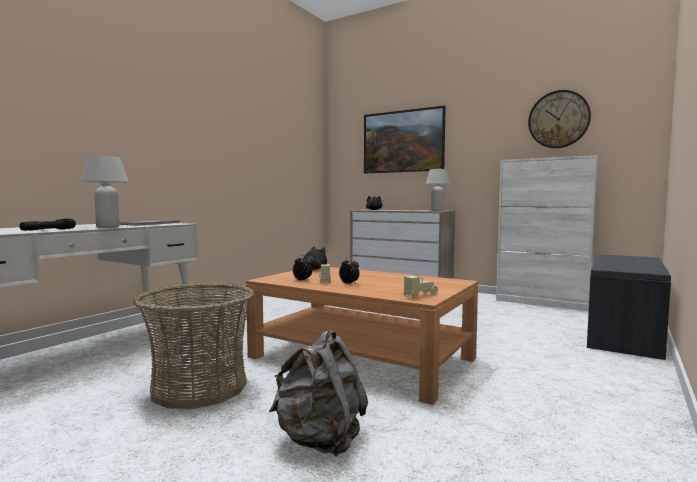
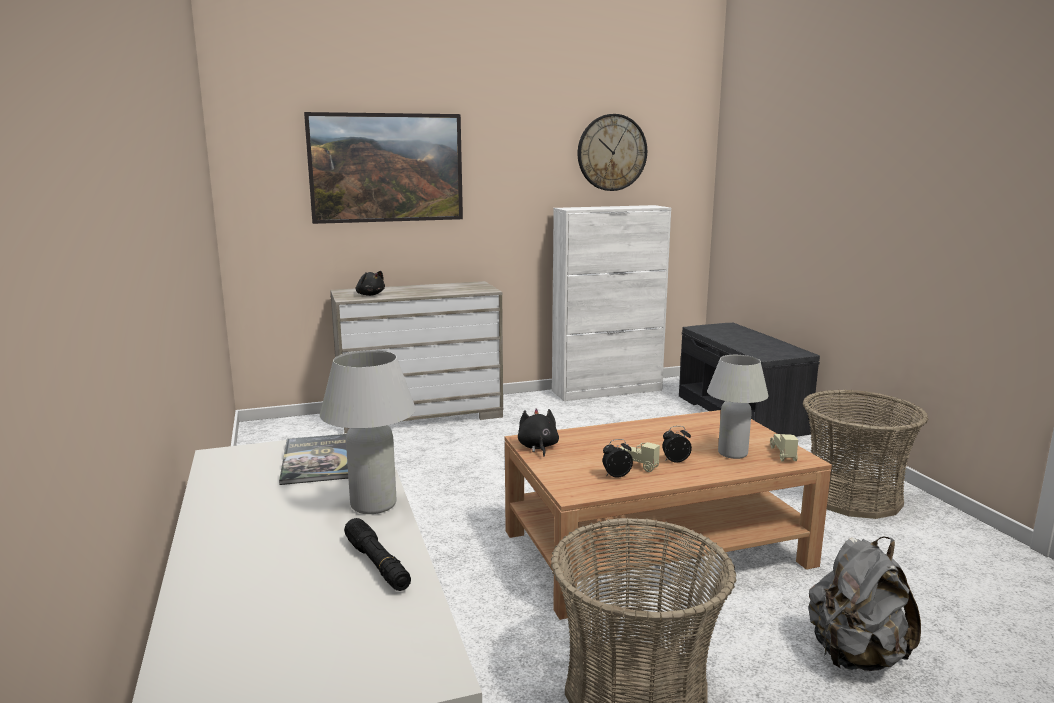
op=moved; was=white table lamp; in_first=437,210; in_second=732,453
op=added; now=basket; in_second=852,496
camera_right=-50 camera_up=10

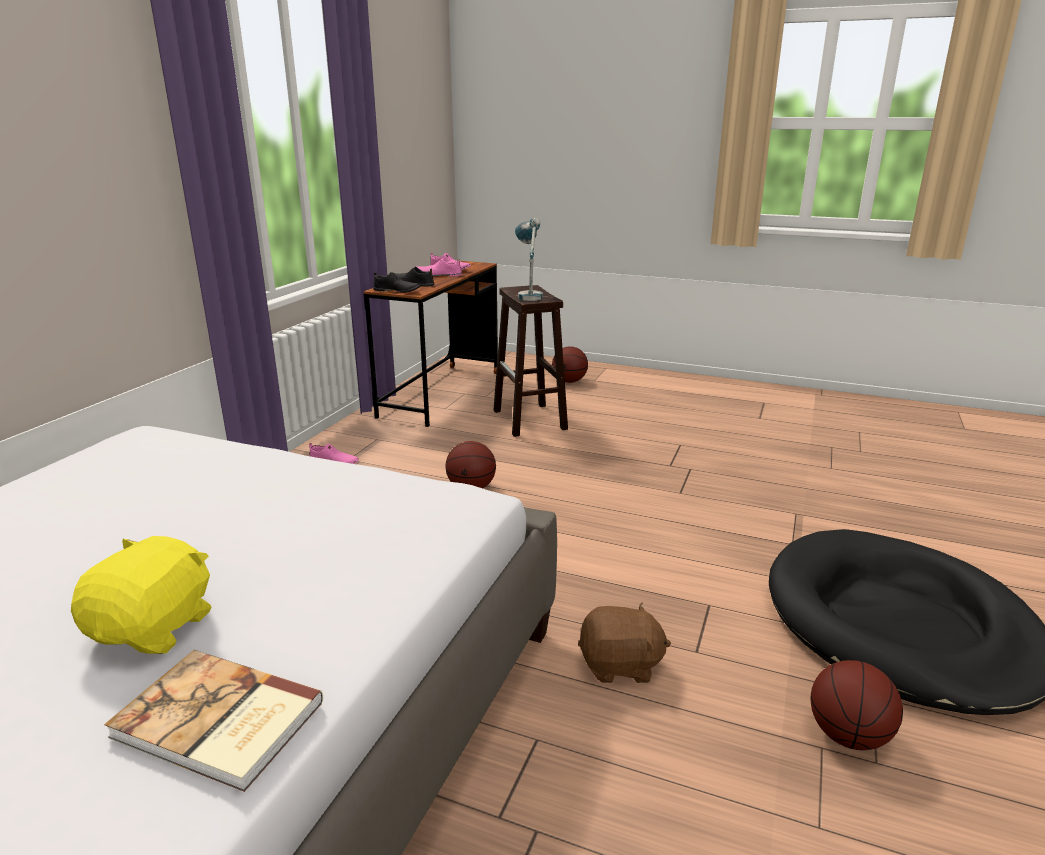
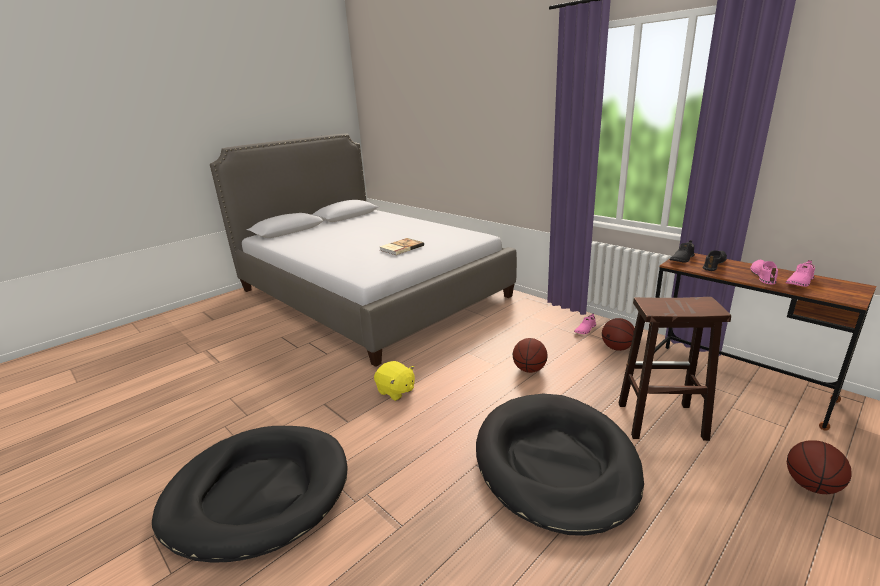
op=moved; was=yellow plush toy; in_first=156,628; in_second=396,391
op=moved; was=book; in_first=217,722; in_second=401,248
op=removed; was=table lamp; in_first=528,295
op=removed; was=brown plush toy; in_first=620,665
op=moved; was=basketball; in_first=848,736; in_second=617,348
op=added; now=black dog bed; in_second=555,463
camera_right=115 camera_up=0

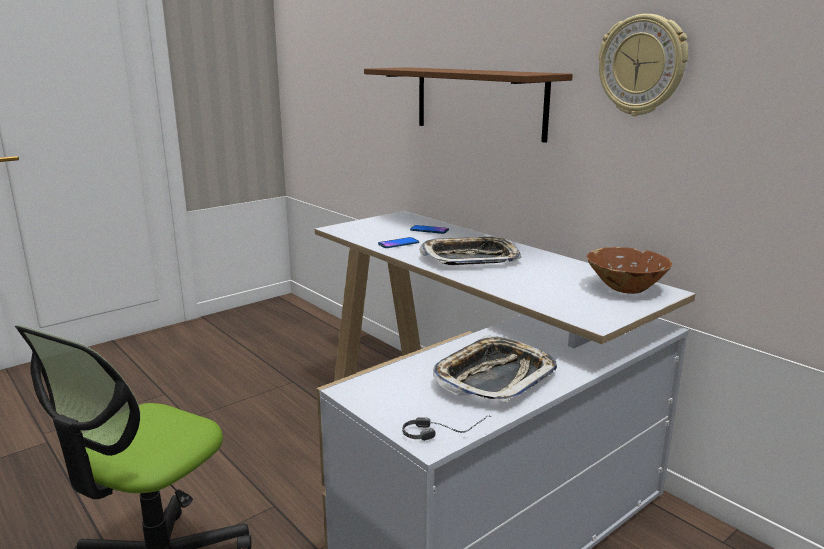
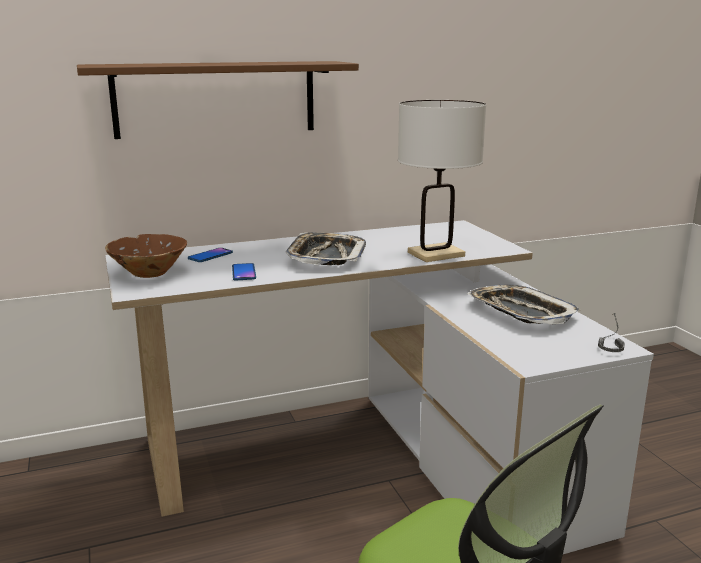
op=moved; was=brown bowl; in_first=625,288; in_second=149,273
op=removed; was=wall clock; in_first=642,65
op=added; now=white table lamp; in_second=436,254
camera_right=-70 camera_up=0

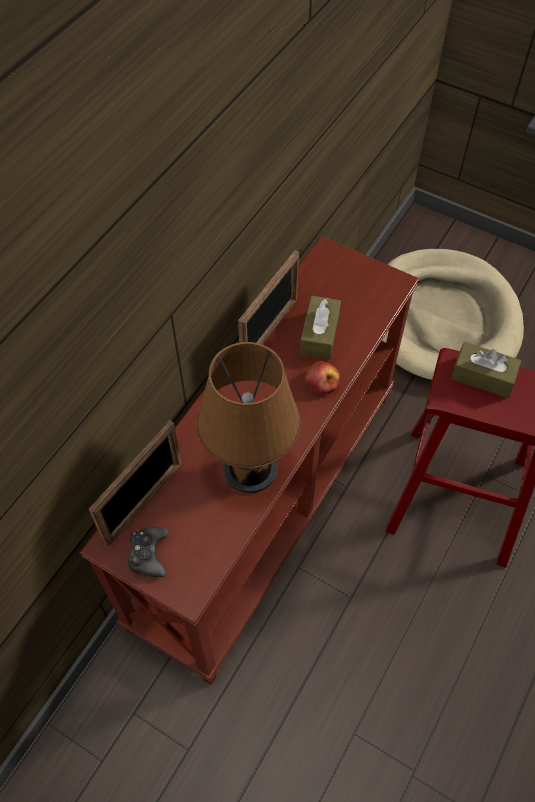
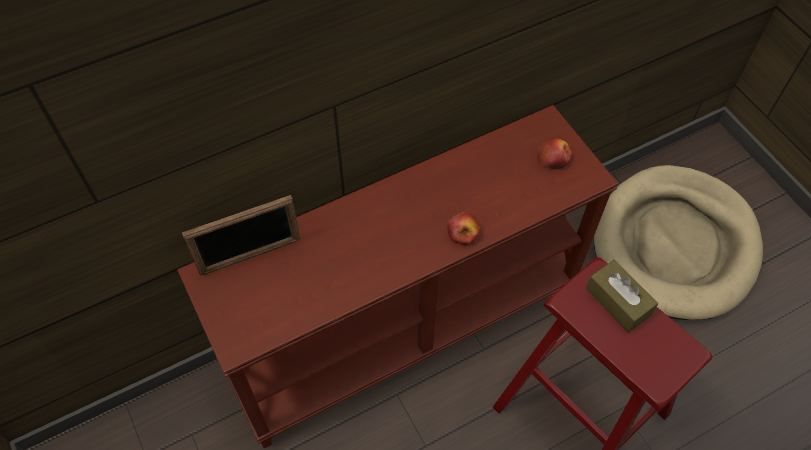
op=removed; was=black game controller; in_first=148,554
op=removed; was=brown table lamp; in_first=248,462
op=removed; was=picture frame; in_first=269,331
op=removed; was=brown tissue box; in_first=319,334
op=added; now=apple; in_second=553,158
camera_right=30 camera_up=0

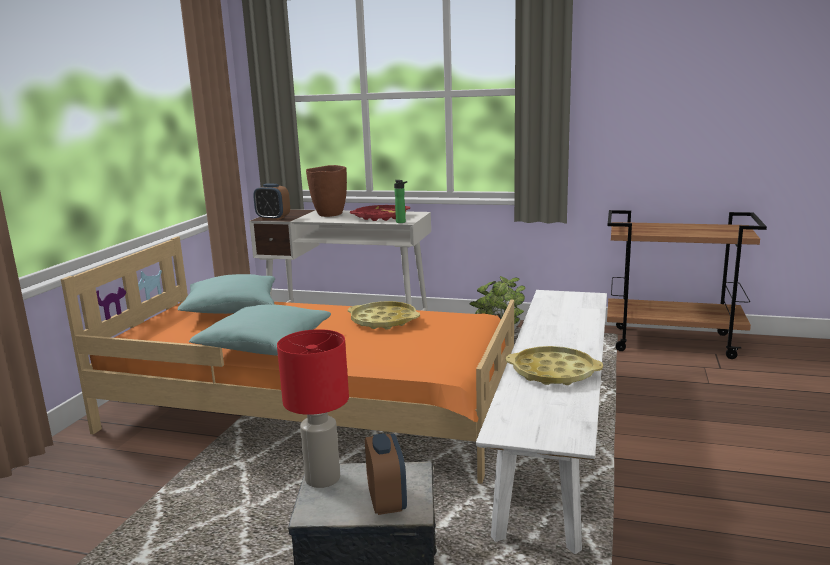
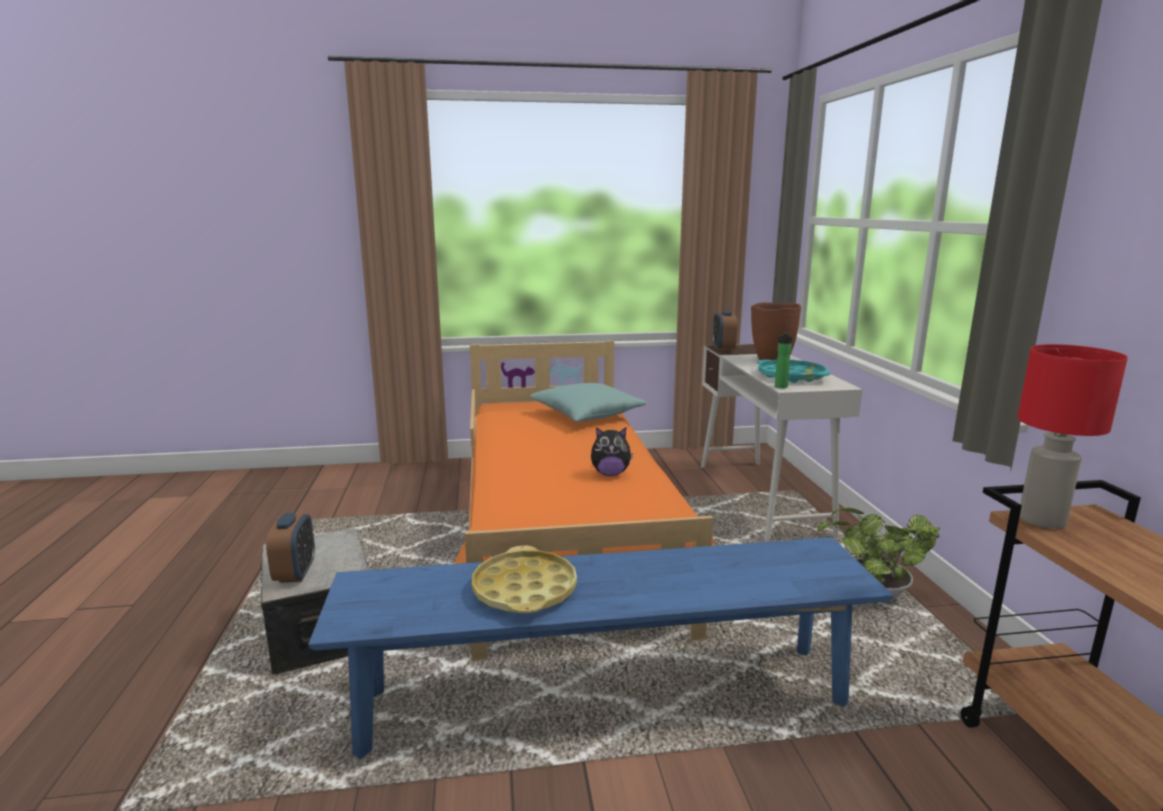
op=removed; was=turquoise pillow; in_first=265,346
op=moved; was=red table lamp; in_first=322,479; in_second=1041,520
op=replaced; was=yellow tray; now=plush toy; in_first=383,321; in_second=610,473
op=recoloured; was=red tray; now=turquoise tray; in_first=380,217; in_second=791,376
op=turned; was=alarm clock; in_first=387,502; in_second=295,573; clockwise=-60
op=recoloured; was=white bench; now=blue bench; in_first=555,438; in_second=605,698
camera_right=65 camera_up=0

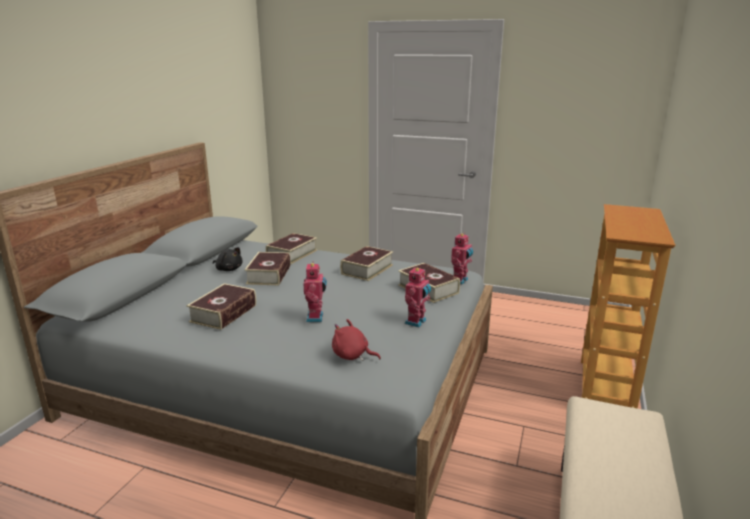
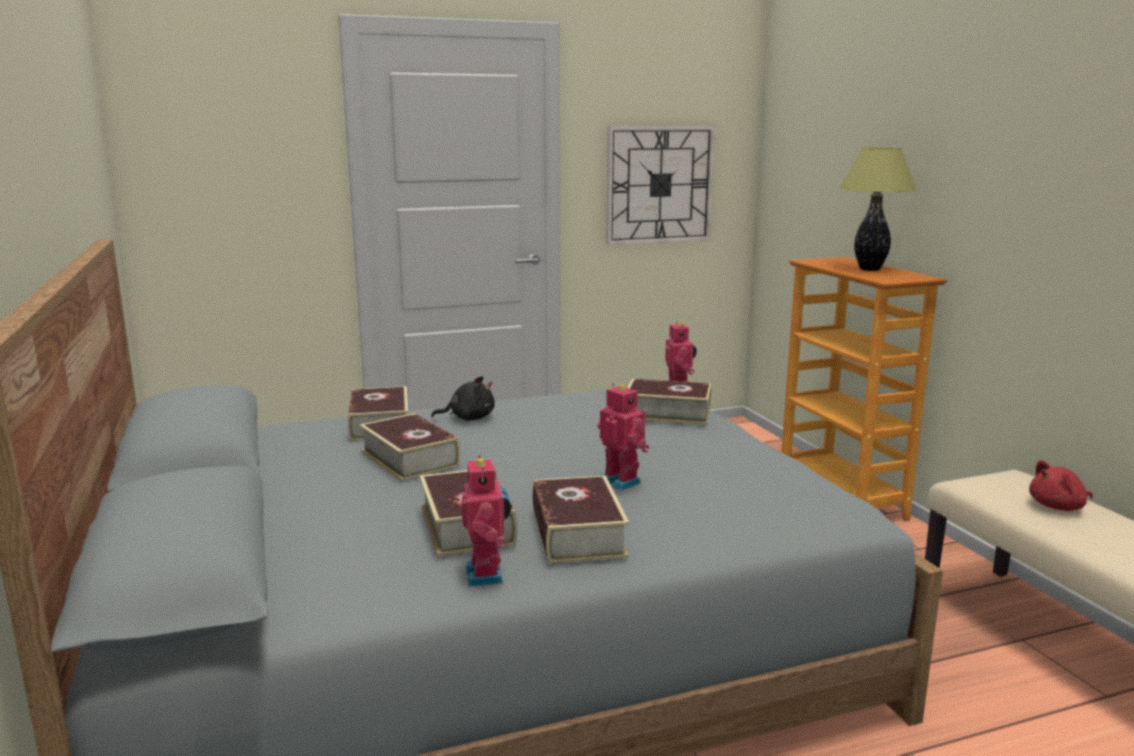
op=moved; was=black plush toy; in_first=228,269; in_second=468,418
op=moved; was=red plush toy; in_first=352,355; in_second=1058,507
op=moved; was=book; in_first=367,269; in_second=577,533
op=moved; was=toy robot; in_first=417,322; in_second=487,575
op=added; now=wall clock; in_second=659,185
op=added; now=table lamp; in_second=870,269
camera_right=-40 camera_up=-5

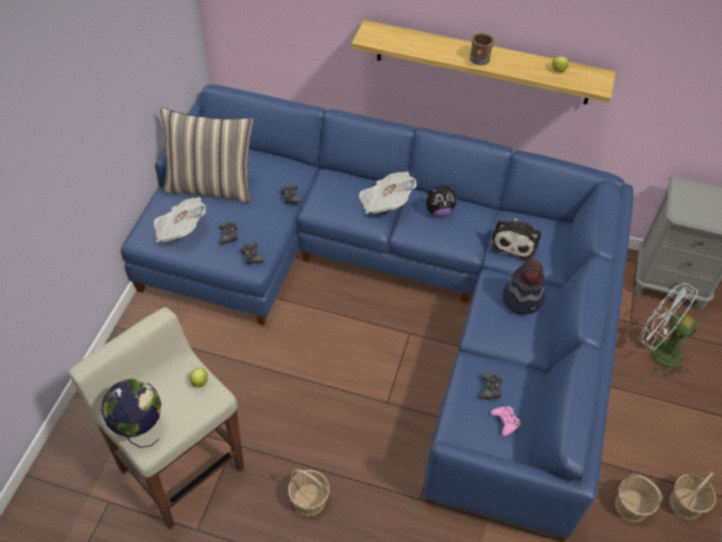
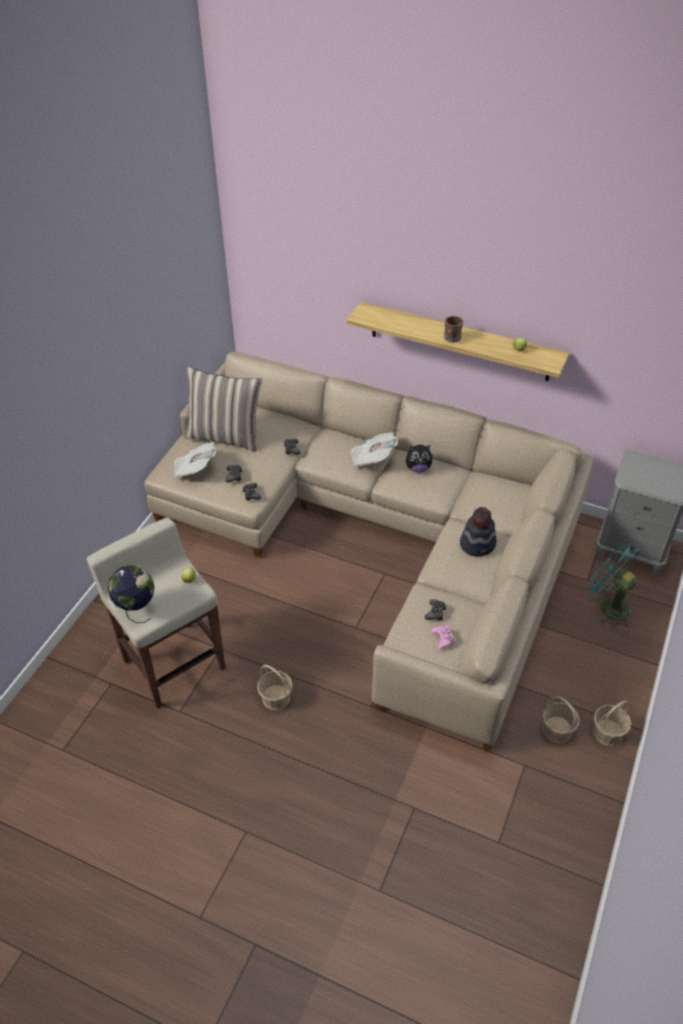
op=recoloured; was=blue sofa; now=beige sofa; in_first=396,290; in_second=379,537
op=removed; was=plush toy; in_first=514,242
op=recoloured; was=white fan; now=turquoise fan; in_first=658,351; in_second=608,606
camera_right=10 camera_up=-5

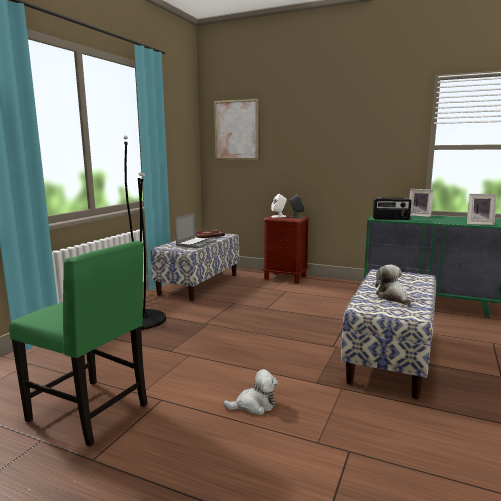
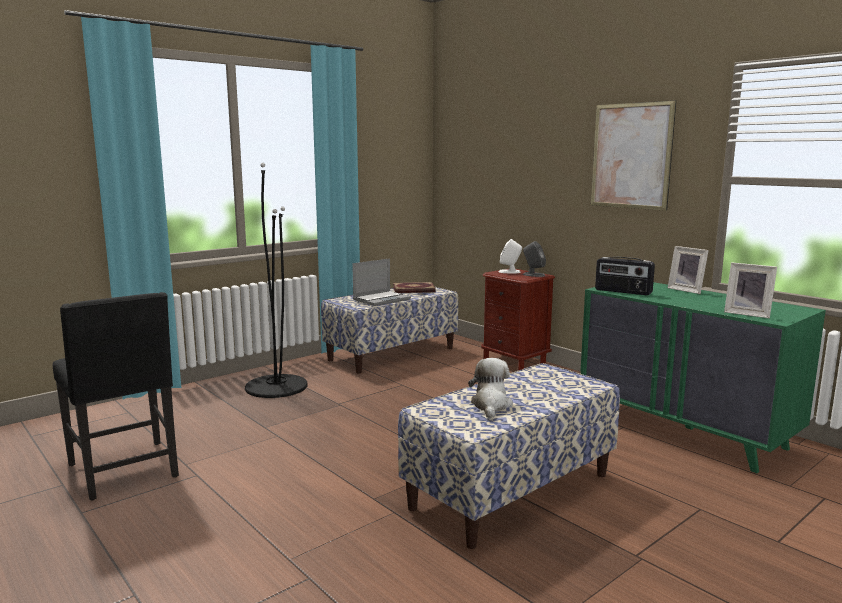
op=recoloured; was=green chair; now=black chair; in_first=92,412; in_second=126,471
op=moved; was=picture; in_first=236,130; in_second=631,156
op=removed; was=plush toy; in_first=254,405
camera_right=25 camera_up=0

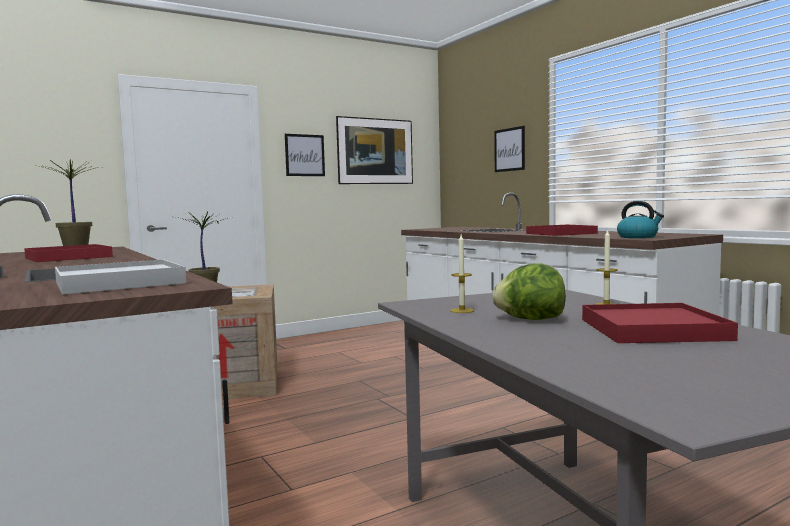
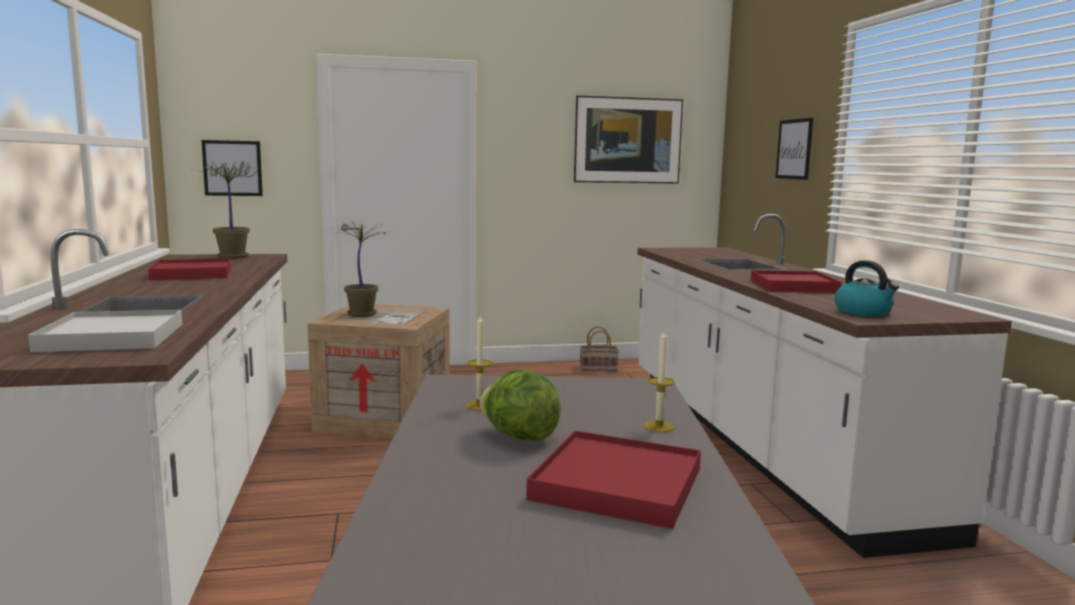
op=moved; was=picture; in_first=304,155; in_second=232,168
op=added; now=basket; in_second=599,368
camera_right=20 camera_up=5

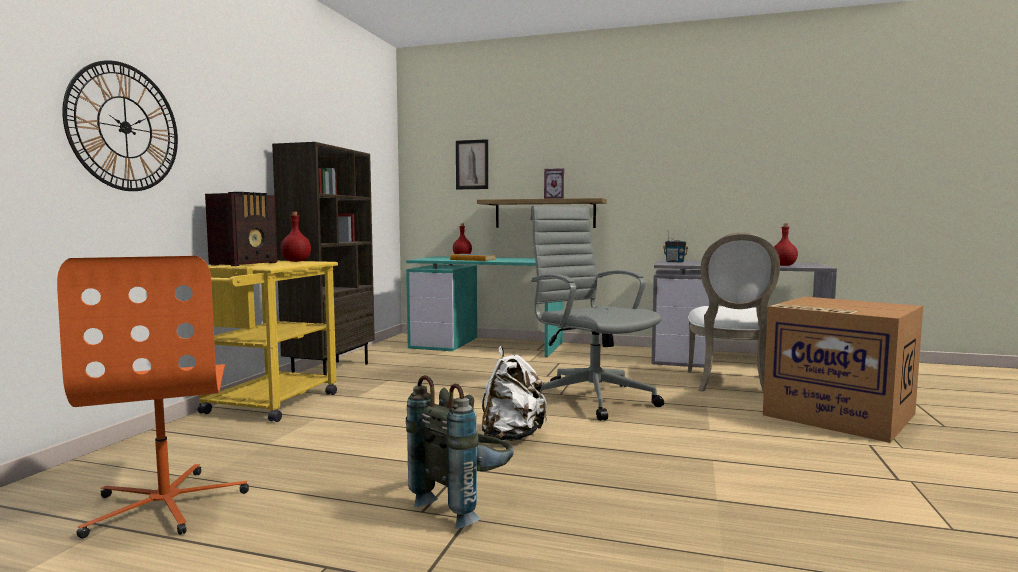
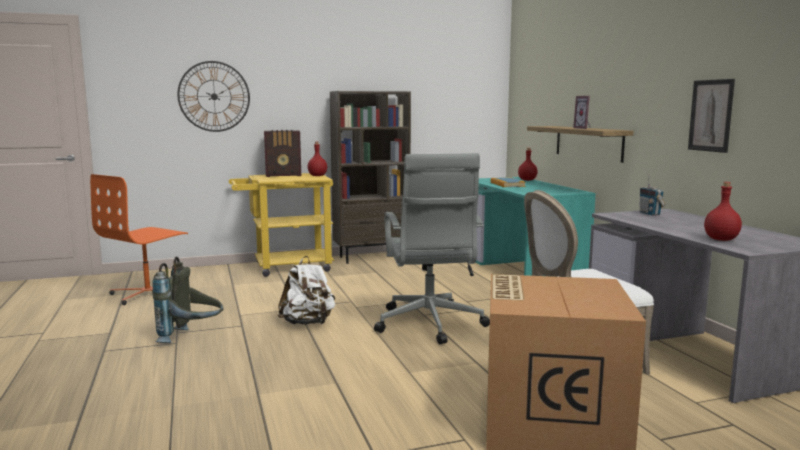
op=moved; was=picture; in_first=472,164; in_second=711,115
op=turned; was=grey office chair; in_first=591,398; in_second=429,324; clockwise=150
camera_right=55 camera_up=5

